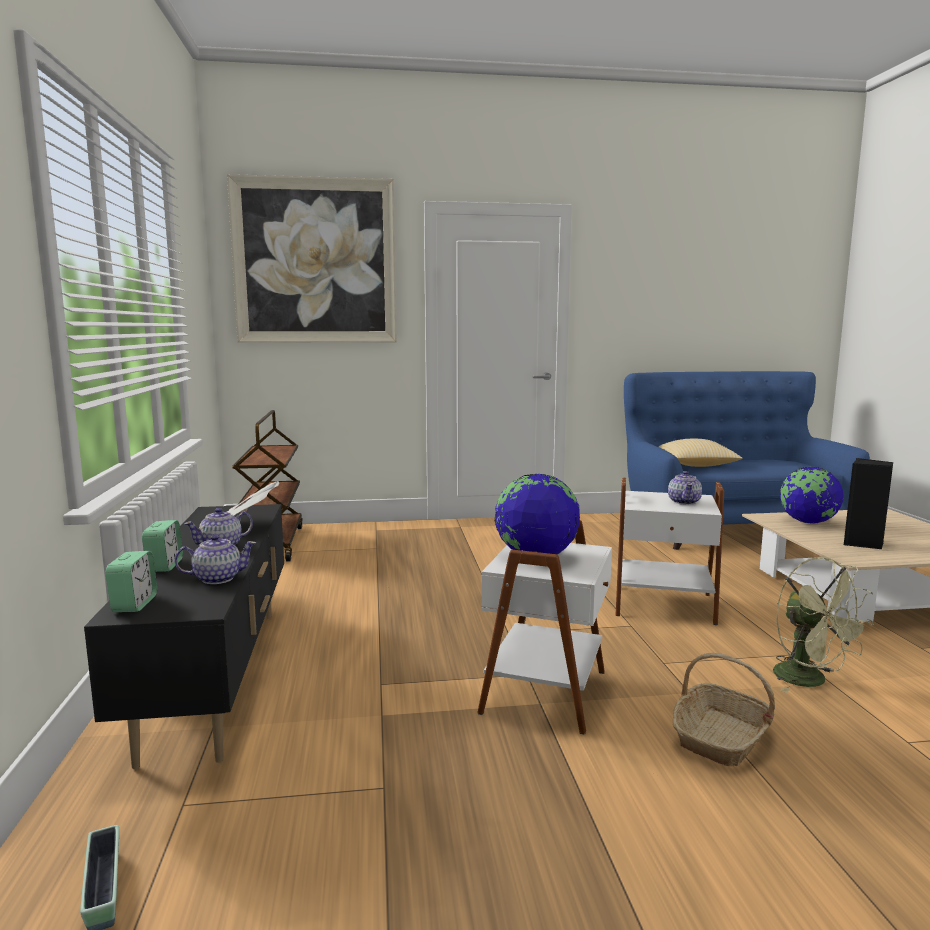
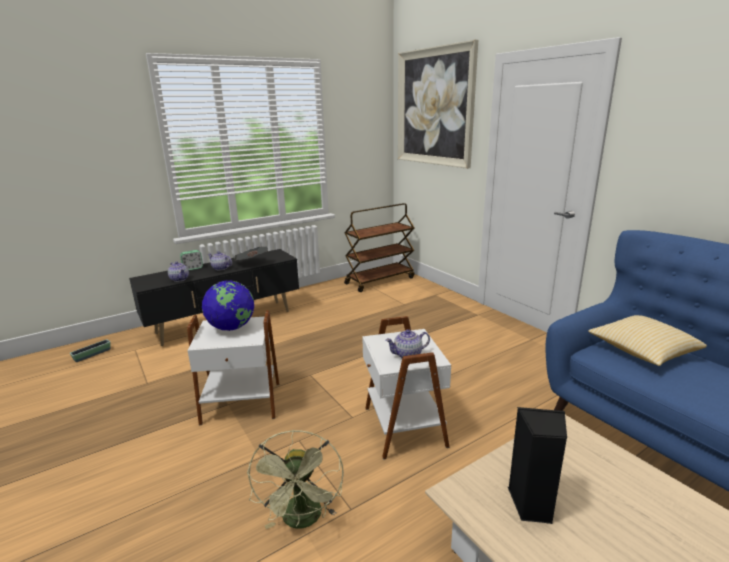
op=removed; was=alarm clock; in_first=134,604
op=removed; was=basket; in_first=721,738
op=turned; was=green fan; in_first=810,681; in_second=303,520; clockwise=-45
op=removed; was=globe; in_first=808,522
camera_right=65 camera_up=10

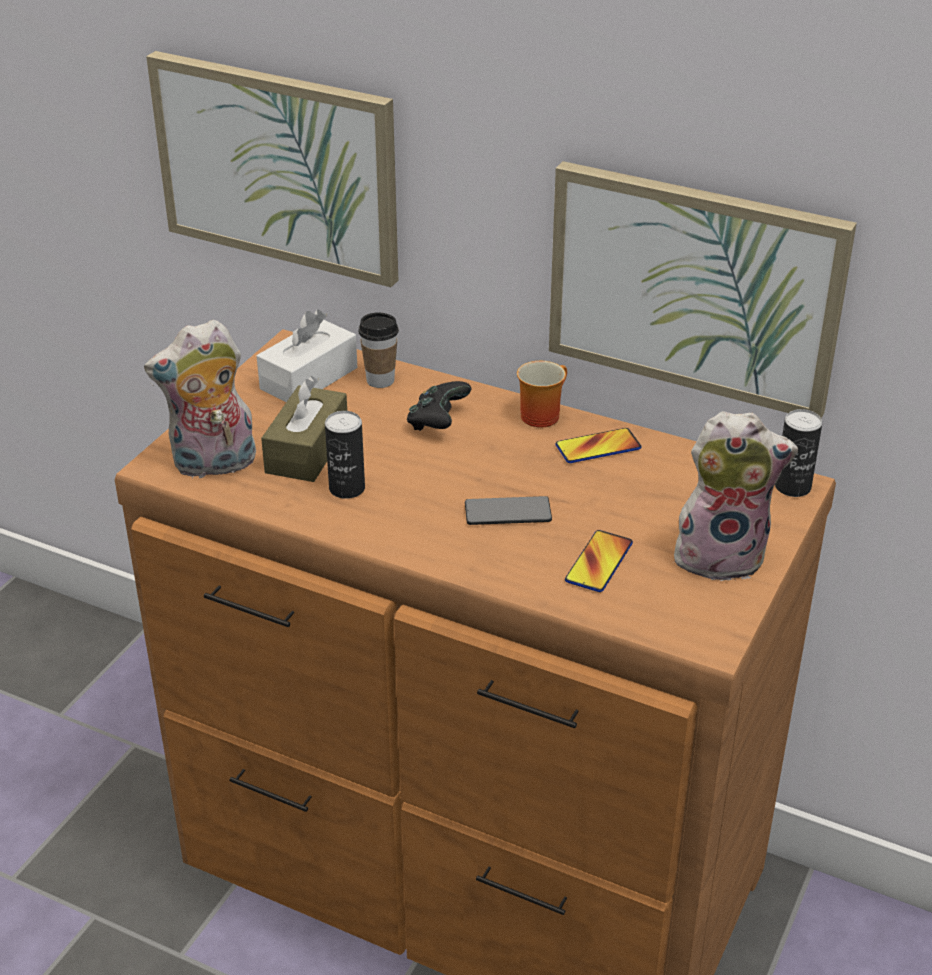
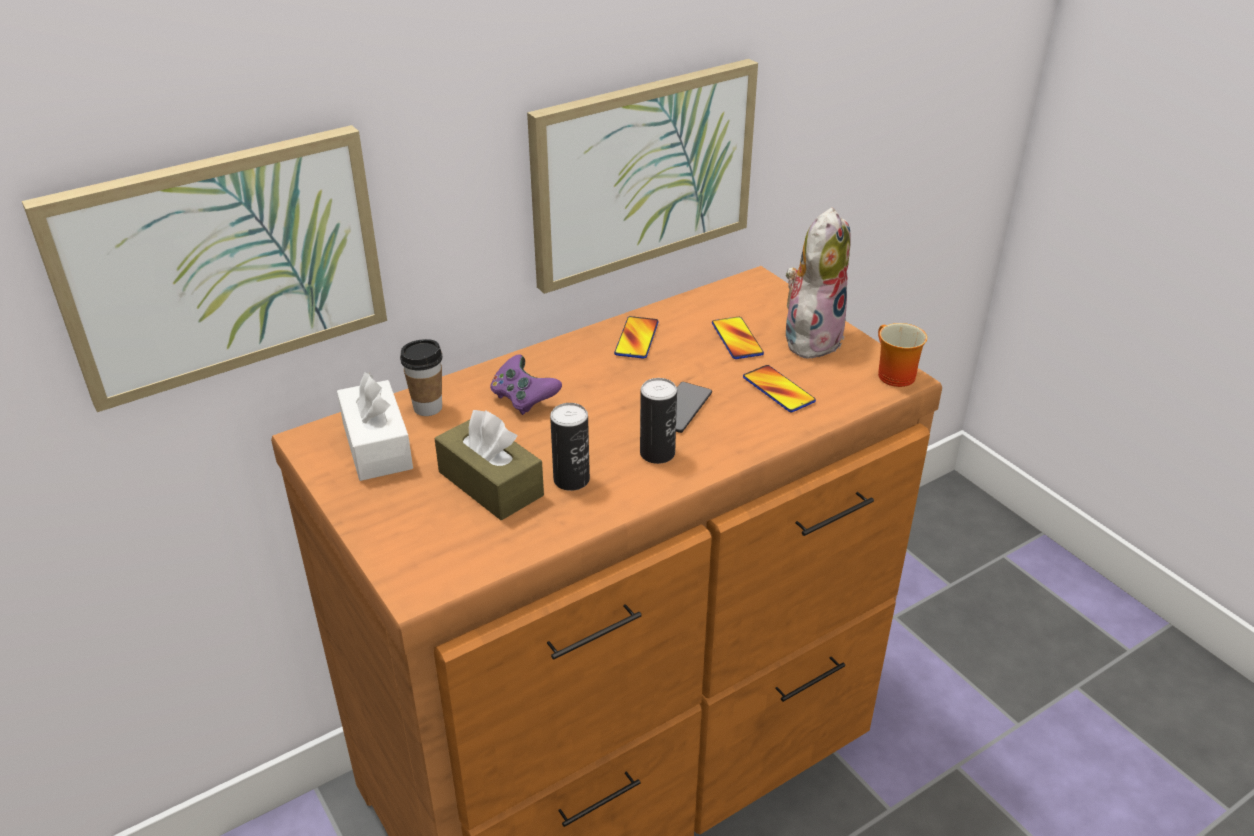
op=removed; was=plush toy; in_first=213,465
op=recoloured; was=black game controller; now=purple game controller; in_first=437,422; in_second=523,399
op=moved; was=mug; in_first=540,413; in_second=891,374
op=moved; was=can; in_first=792,487; in_second=657,453
op=added; now=phone; in_second=737,339
camera_right=-60 camera_up=0

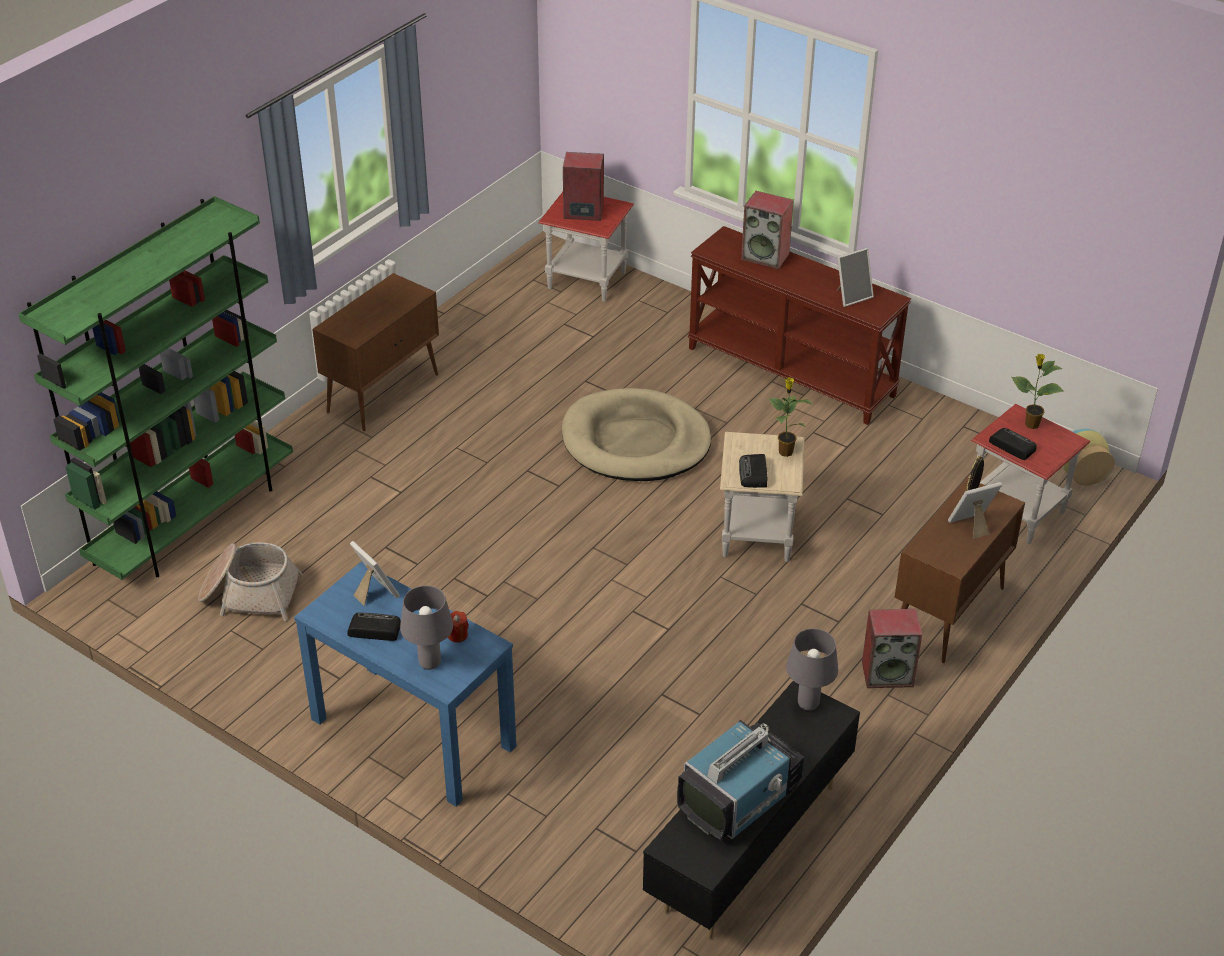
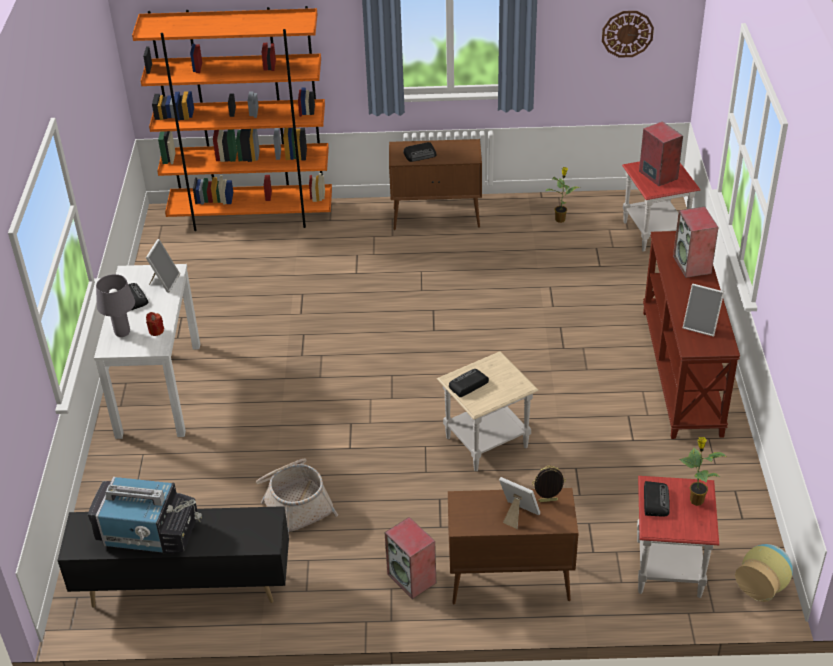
op=recoloured; was=green bookcase; now=orange bookcase; in_first=193,519; in_second=252,216
op=moved; was=basket; in_first=249,594; in_second=294,502
op=recoloured; was=blue console table; now=white console table; in_first=412,732; in_second=159,389
op=removed; was=beige dog bed; in_first=635,441
op=moved; was=potted plant; in_first=785,451; in_second=560,219
op=removed; was=grey table lamp; in_first=807,704
op=added; now=radio; in_second=420,155
op=added; now=wall clock; in_second=627,33
camera_right=55 camera_up=0

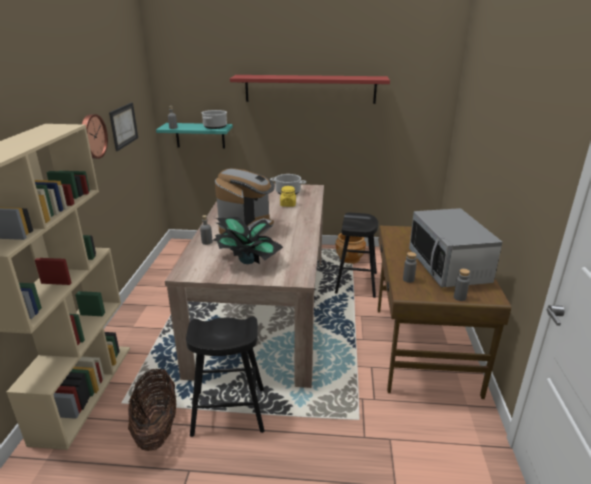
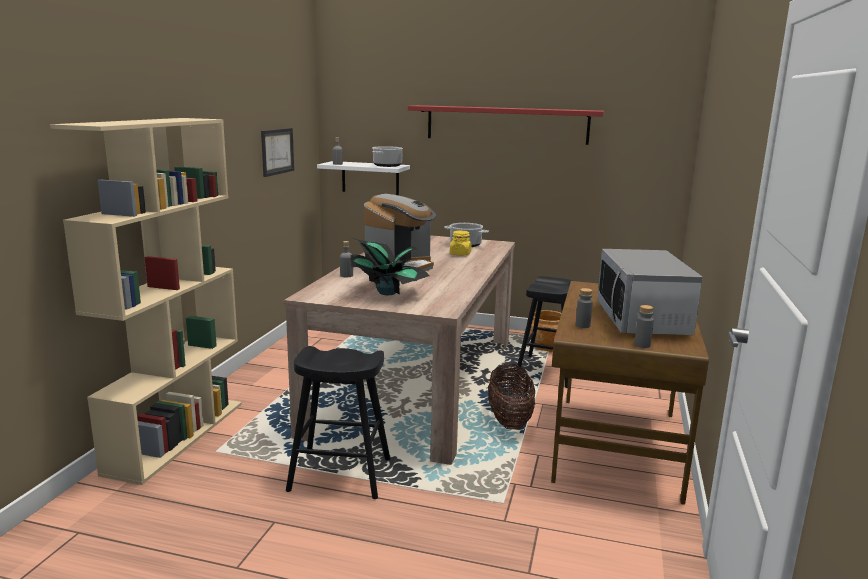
op=removed; was=wall clock; in_first=92,136
op=moved; was=basket; in_first=156,427; in_second=509,420
op=recoloured; was=turquoise shelf; now=white shelf; in_first=200,135; in_second=370,178
camera_right=10 camera_up=-10

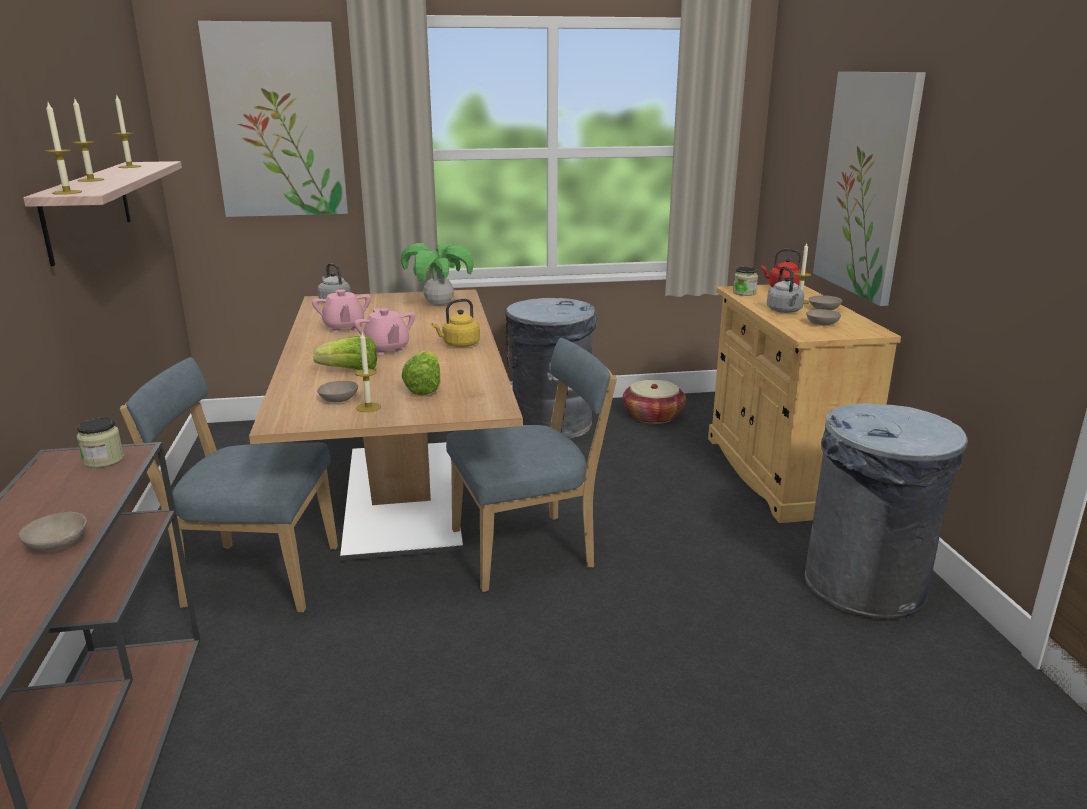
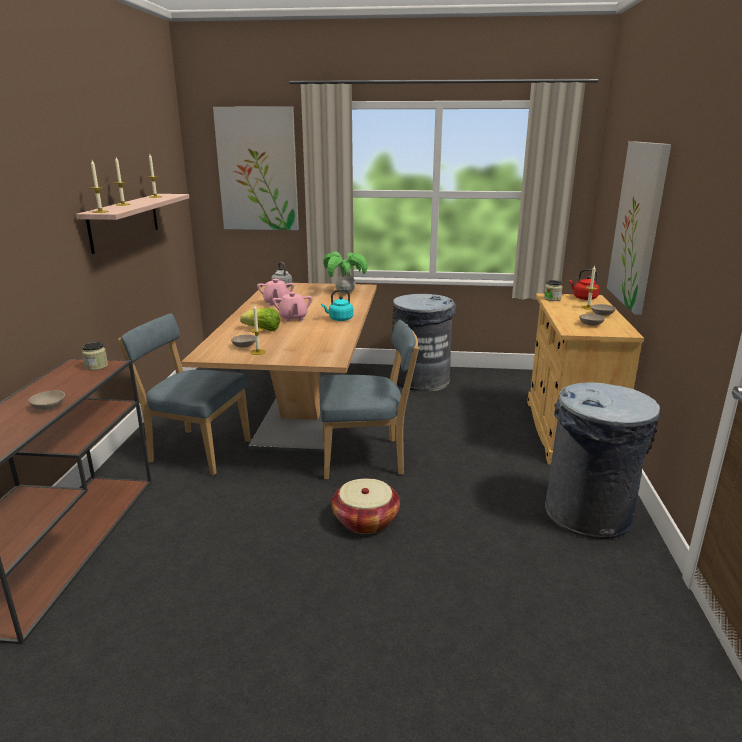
op=removed; was=lettuce; in_first=424,388
op=recoloured; was=yellow kettle; now=turquoise kettle; in_first=459,345; in_second=339,319
op=moved; was=basket; in_first=653,416; in_second=365,520
op=removed; was=grey kettle; in_first=785,311
camera_right=15 camera_up=0

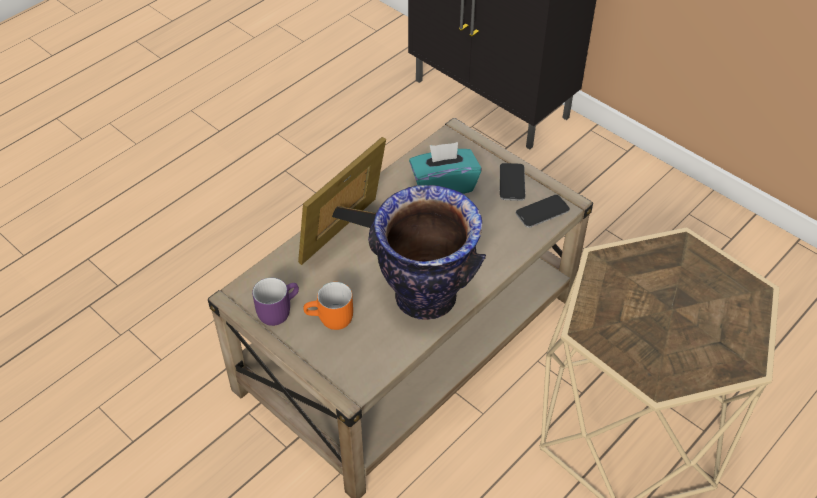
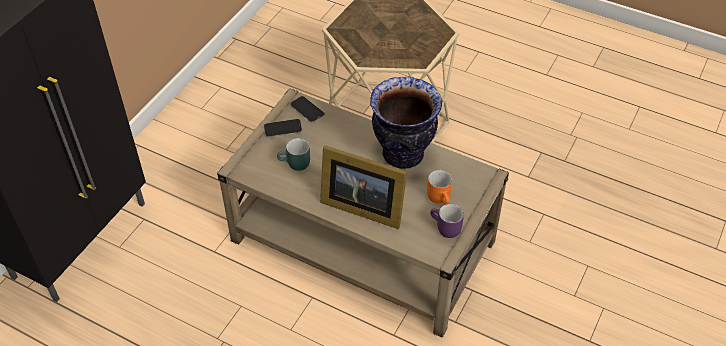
op=replaced; was=turquoise tissue box; now=turquoise mug; in_first=443,185; in_second=295,165
camera_right=-105 camera_up=0

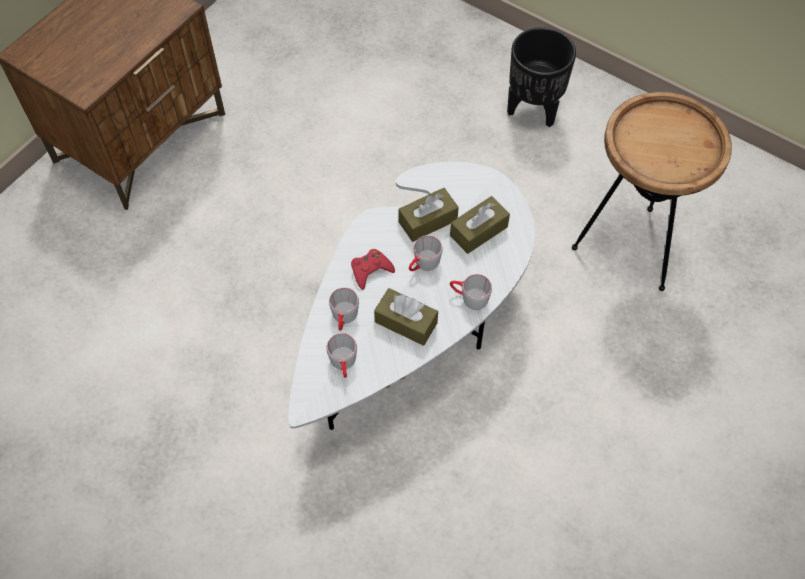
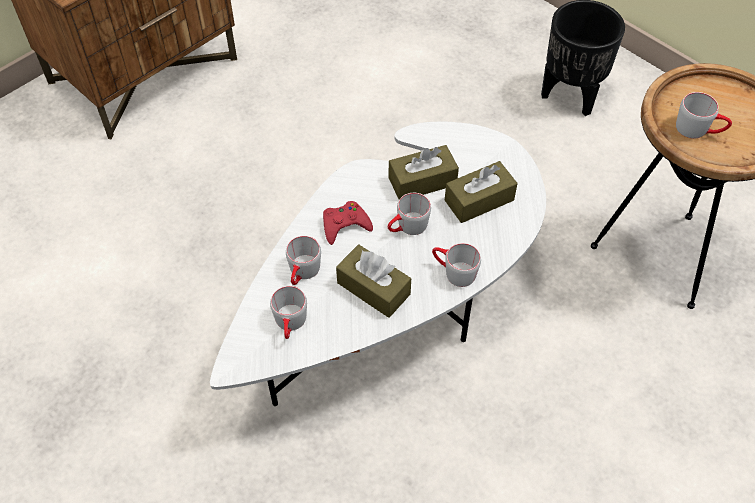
op=added; now=grey mug; in_second=699,130
camera_right=10 camera_up=-5

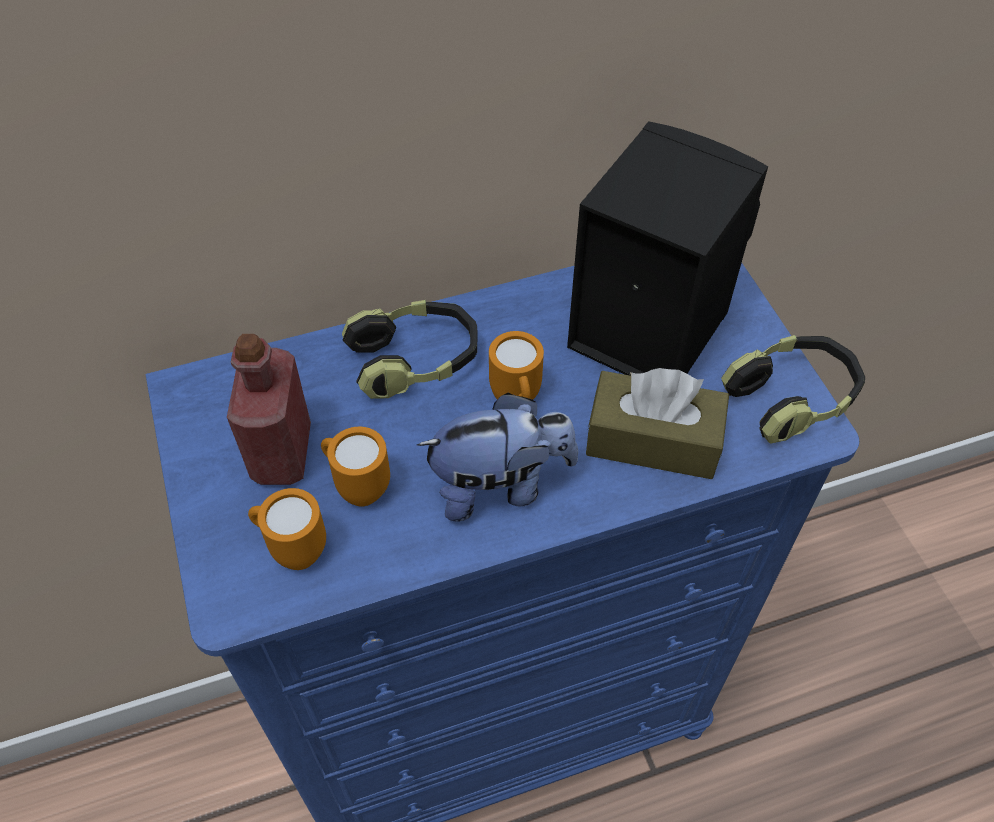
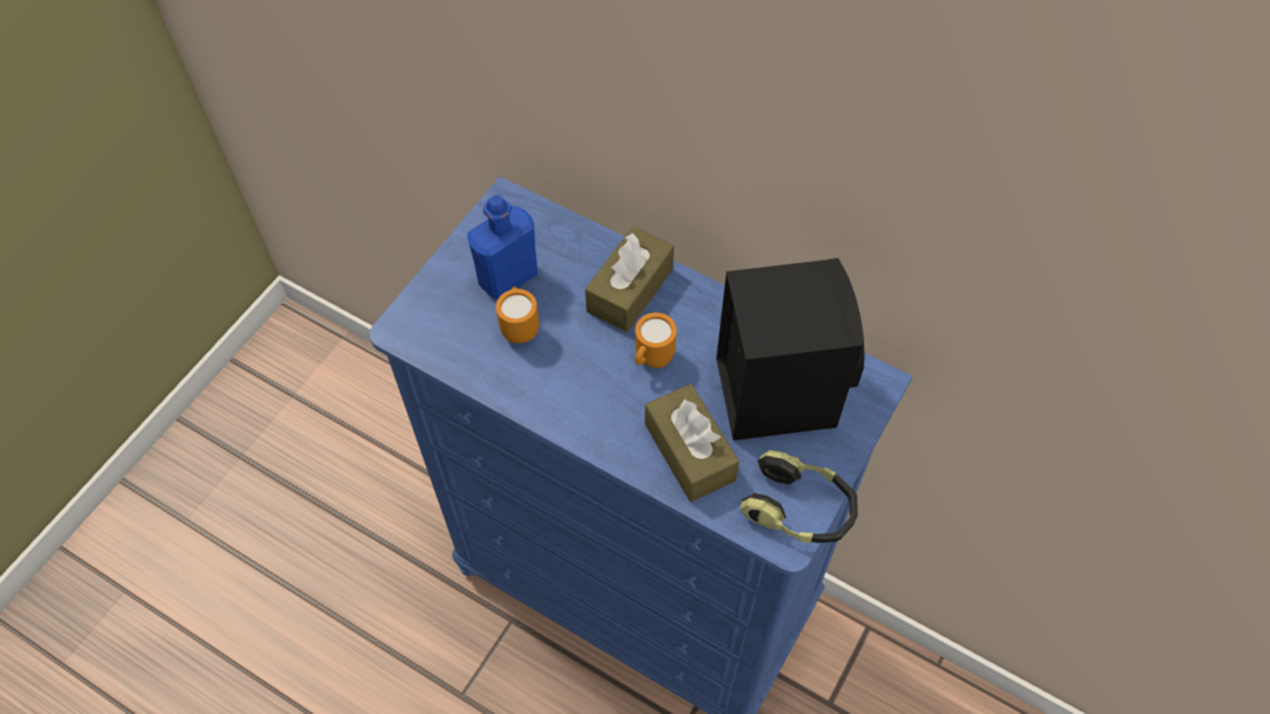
op=recoloured; was=red bottle; now=blue bottle; in_first=282,453; in_second=508,277
op=removed; was=orange mug; in_first=292,549
op=replaced; was=headphones; now=brown tissue box; in_first=415,360; in_second=630,290
op=removed; was=plush toy; in_first=499,486
camera_right=50 camera_up=5

